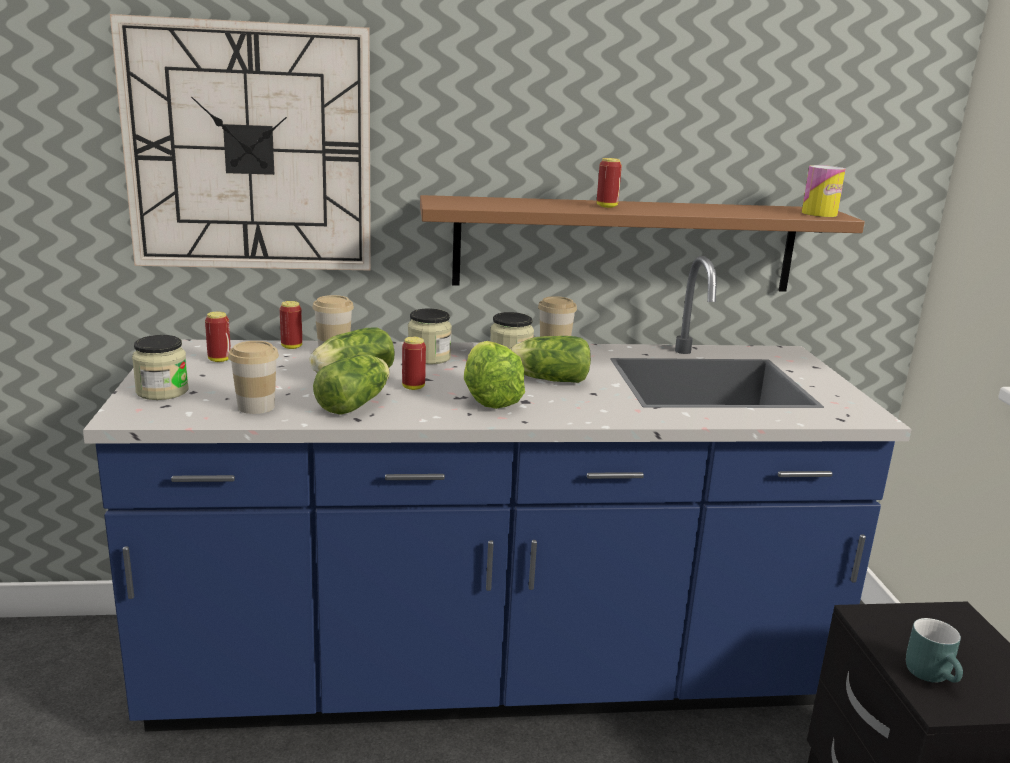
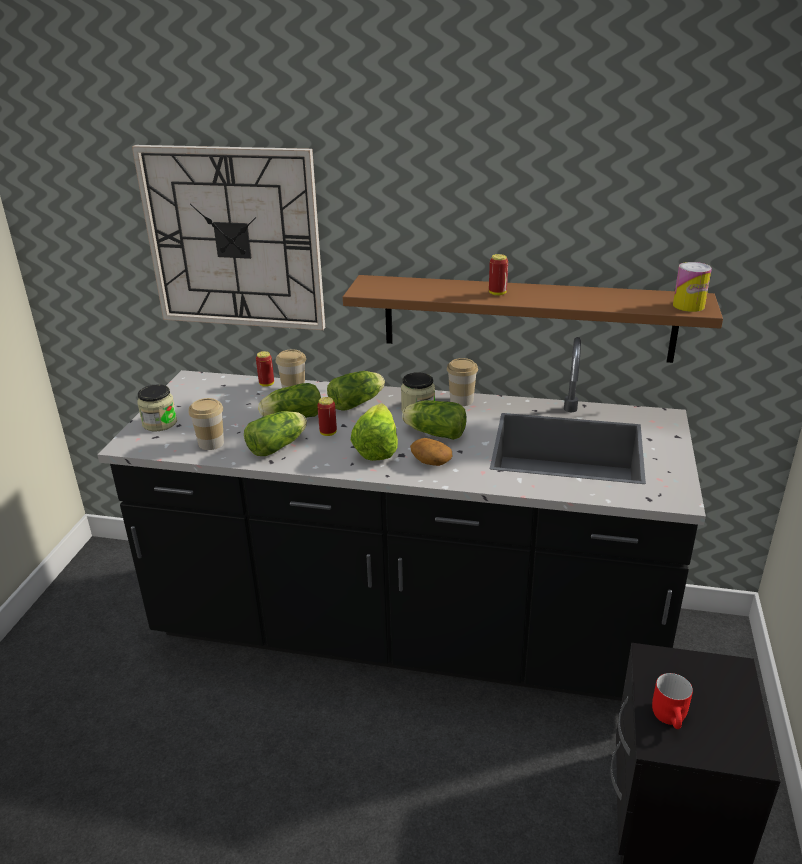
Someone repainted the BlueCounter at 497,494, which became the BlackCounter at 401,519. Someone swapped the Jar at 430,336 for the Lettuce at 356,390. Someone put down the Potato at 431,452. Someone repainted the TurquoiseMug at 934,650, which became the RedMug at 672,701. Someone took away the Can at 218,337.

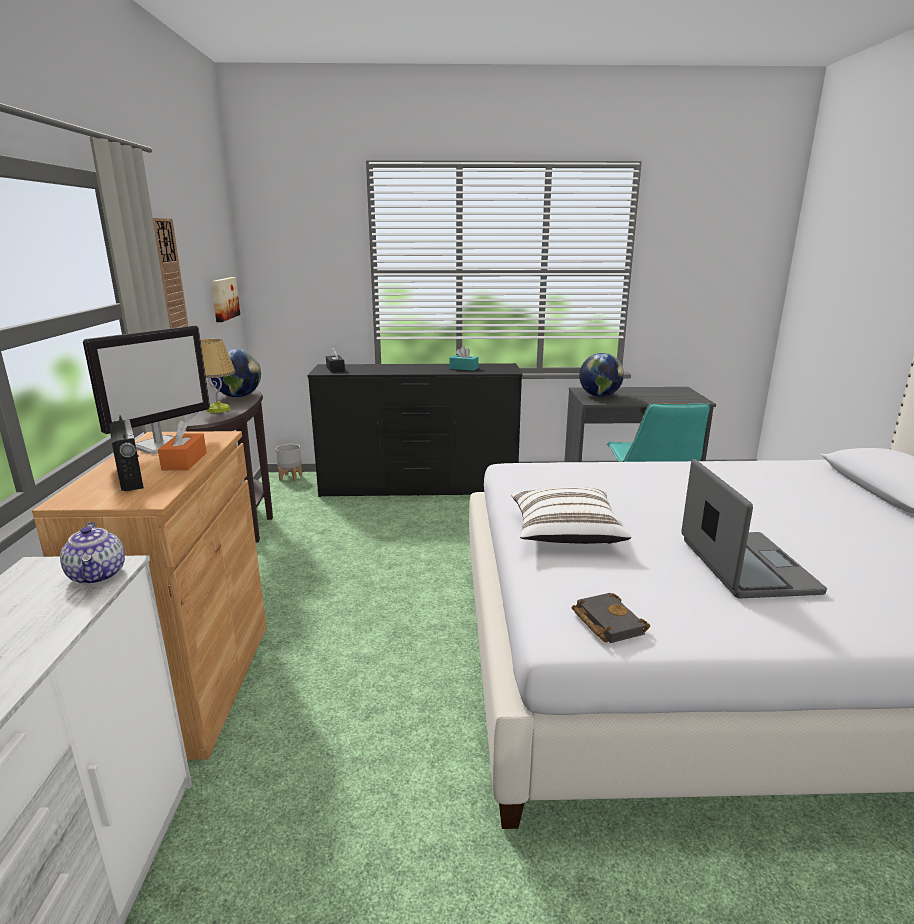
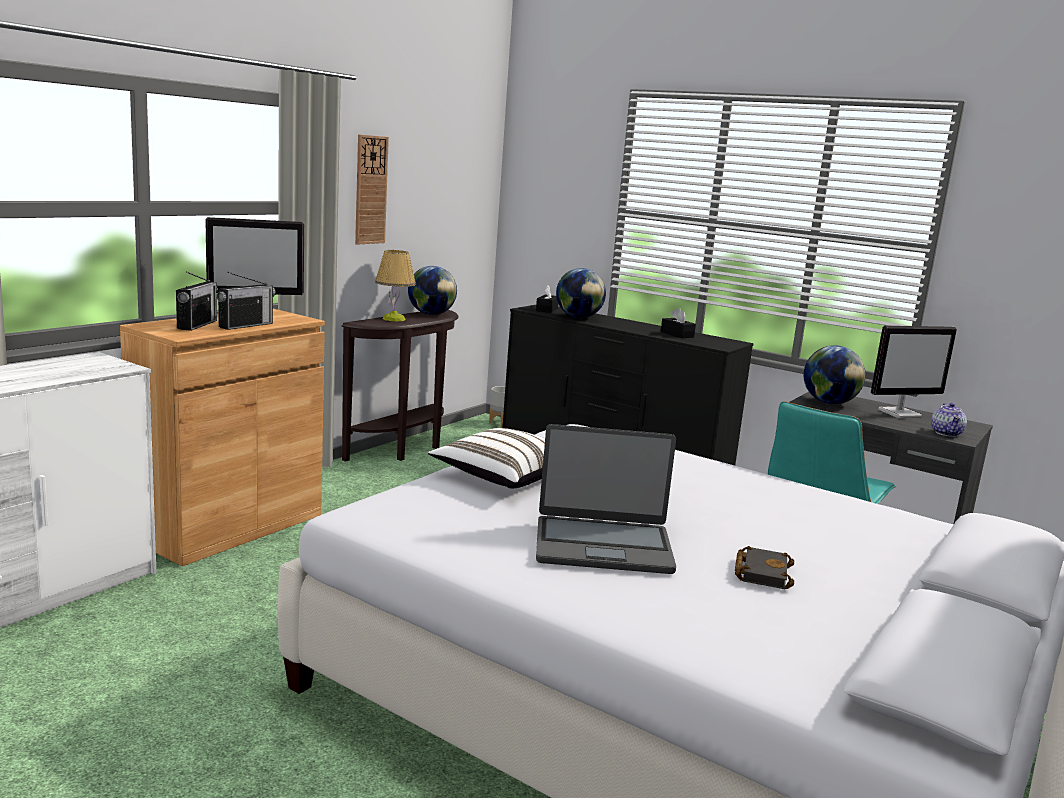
Someone swapped the OrangeTissueBox at 182,445 for the Radio at 246,301. Someone rotated the Laptop at 754,529 by 60 degrees clockwise. Someone put down the Globe at 581,293. Someone repainted the TurquoiseTissueBox at 463,358, which became the BlackTissueBox at 678,323. Someone carried the BlackBook from 611,618 to 764,567. Someone put down the Monitor at 914,372. Someone carried the Teapot from 92,553 to 949,420. Someone took away the Picture at 225,299.

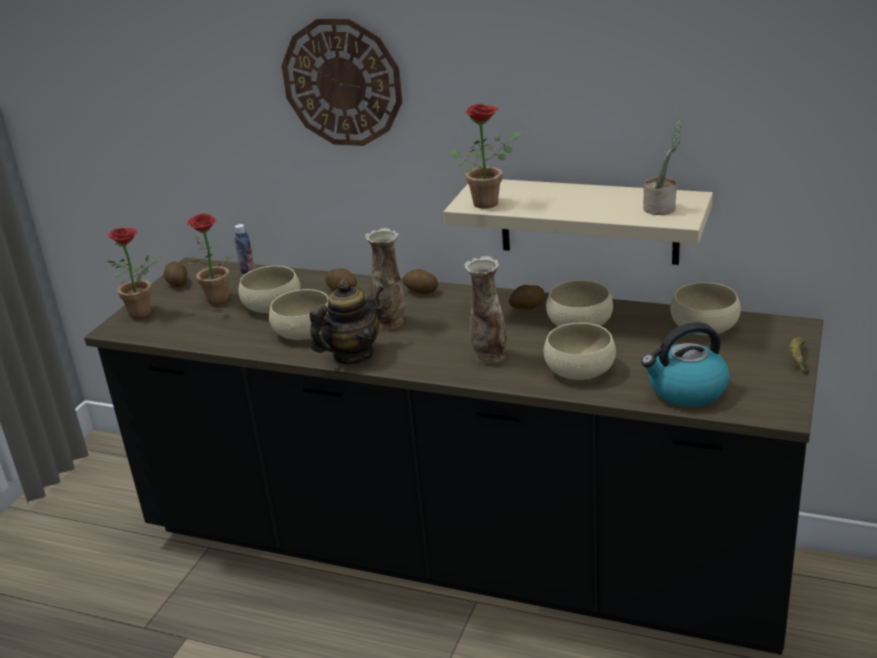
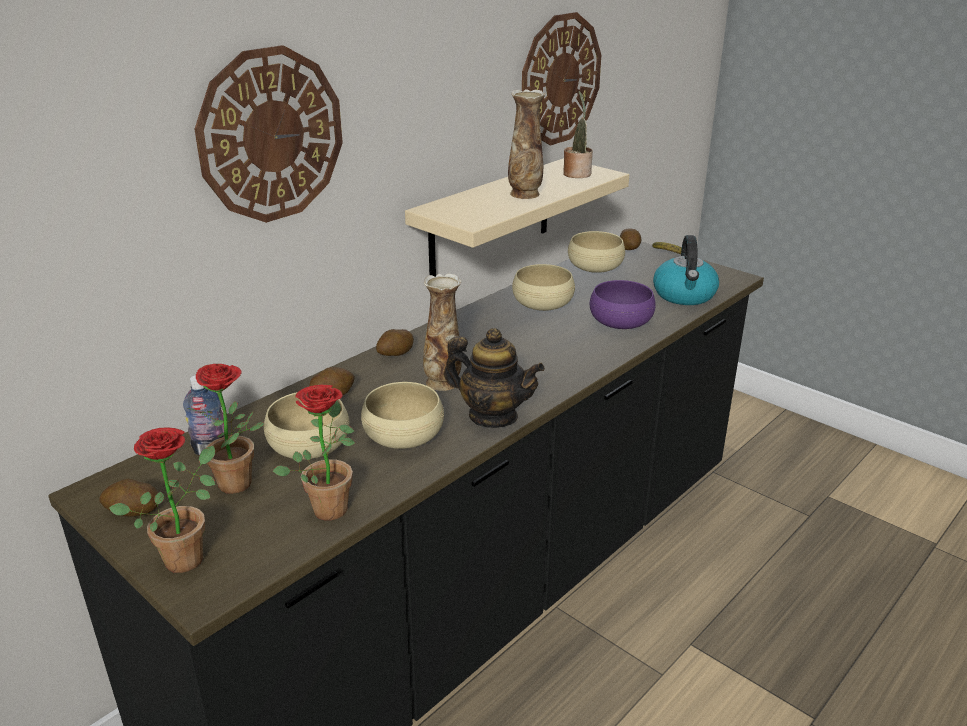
Someone carried the PottedPlant from 486,156 to 313,452. Someone rotated the Teapot at 347,321 by 135 degrees clockwise. Someone carried the Vase from 486,310 to 526,144. Someone put up the WallClock at 561,78. Someone repainted the BeigeBowl at 580,351, which became the PurpleBowl at 623,304. Someone carried the Potato from 527,297 to 631,239.

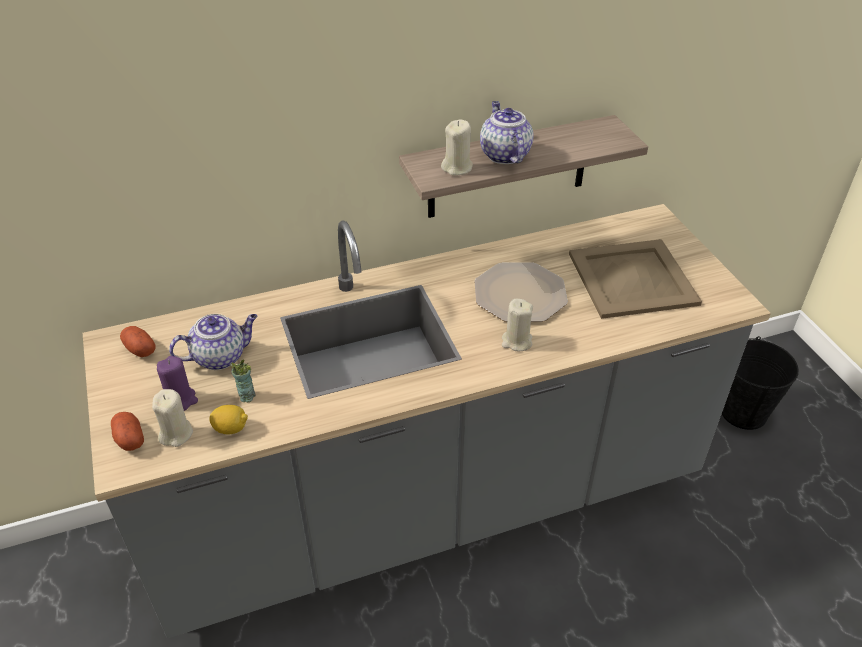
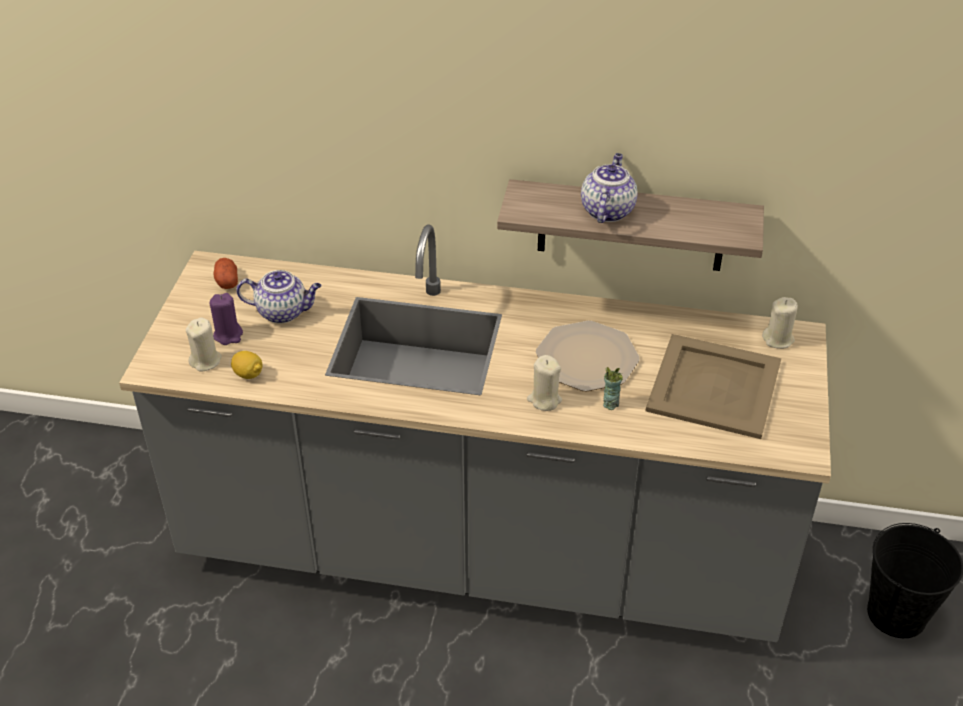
Someone carried the Cup from 243,381 to 613,388. Someone carried the BeigeCandle from 457,147 to 780,323. Someone took away the Potato at 127,431.

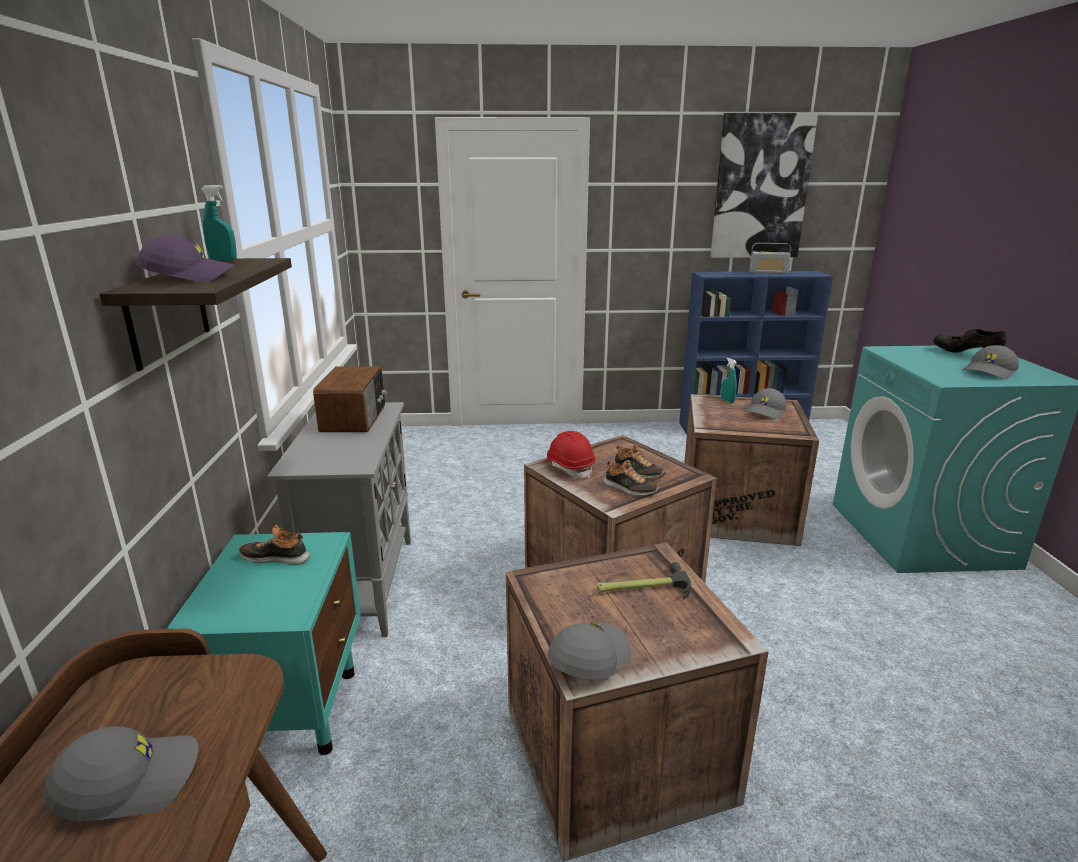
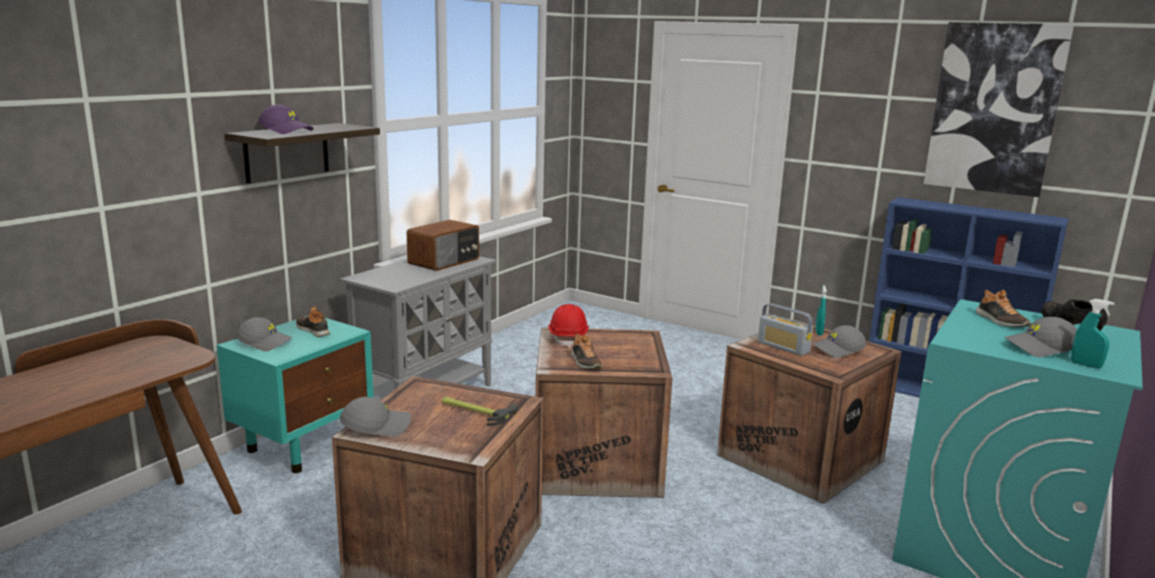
Someone carried the GreyCap from 120,773 to 264,334. Someone carried the Radio from 770,258 to 785,329. Someone carried the Shoe from 639,462 to 1003,308. Someone carried the TurquoiseSprayBottle from 219,223 to 1093,333.

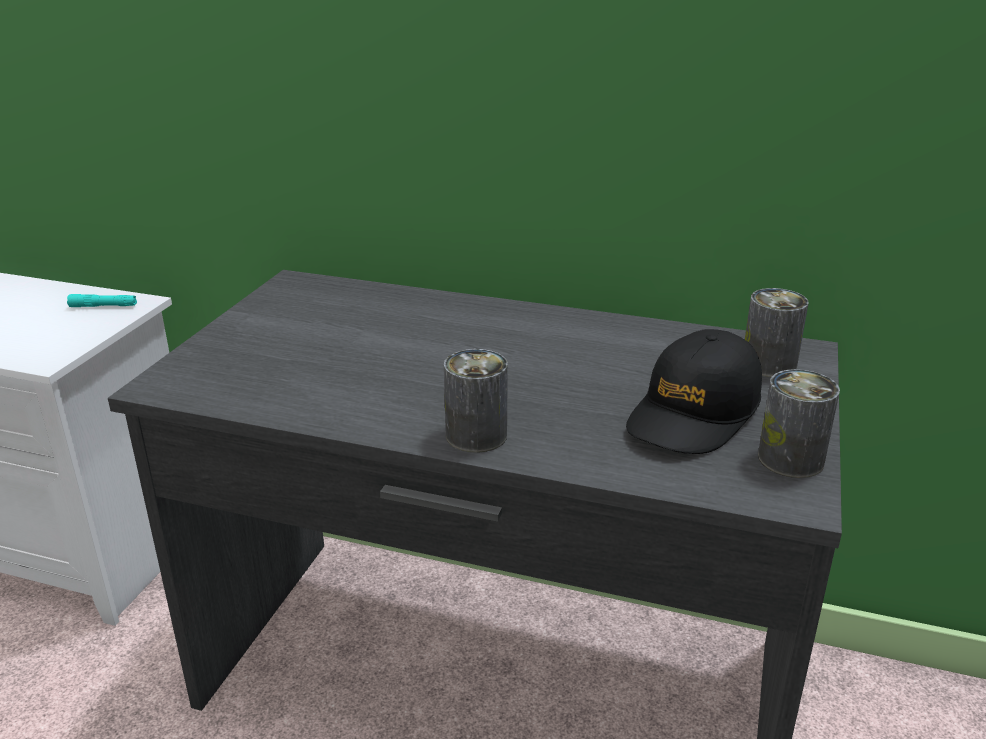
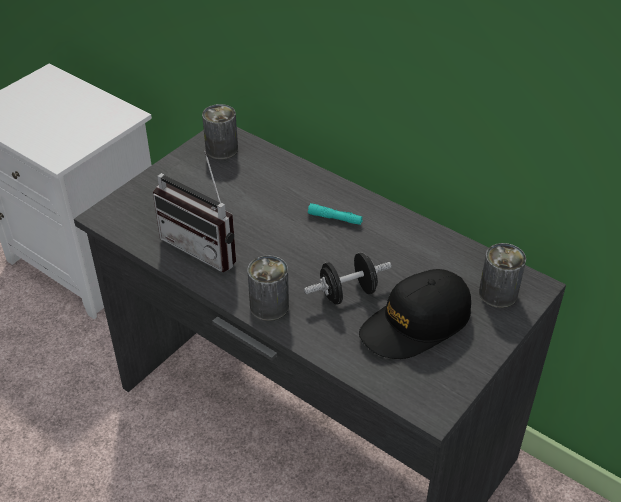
Someone put down the Radio at 194,211. Someone carried the Can from 799,423 to 220,131. Someone put down the BlackDumbbell at 348,279. Someone carried the TurquoiseFlashlight from 102,300 to 335,214.

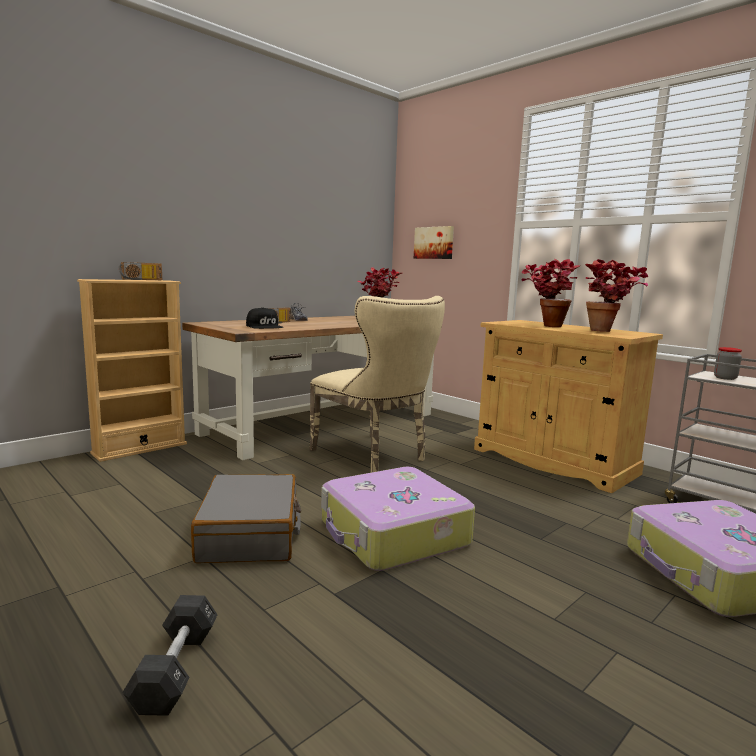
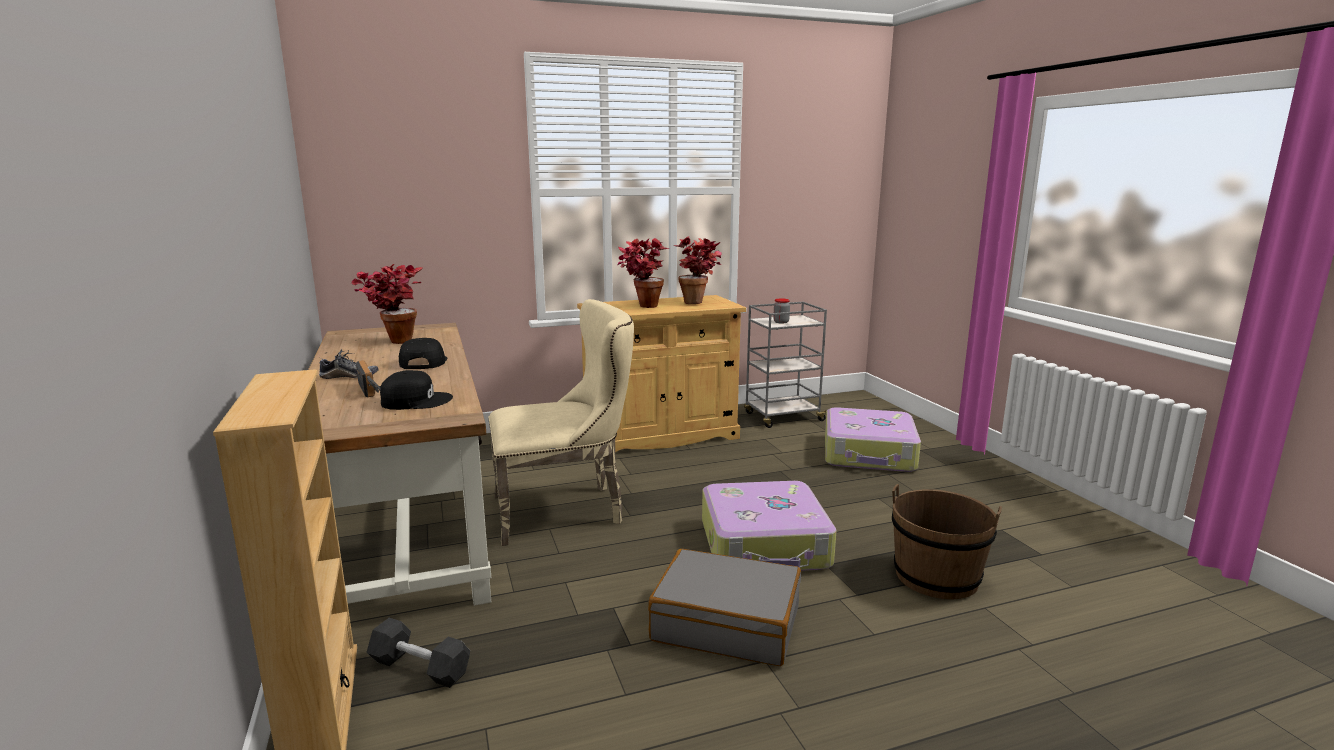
Someone carried the BlackDumbbell from 170,655 to 418,653. Someone put down the BlackCap at 423,353. Someone put down the BrownBucket at 947,542. Someone took away the Radio at 140,271. Someone took away the Picture at 434,242.

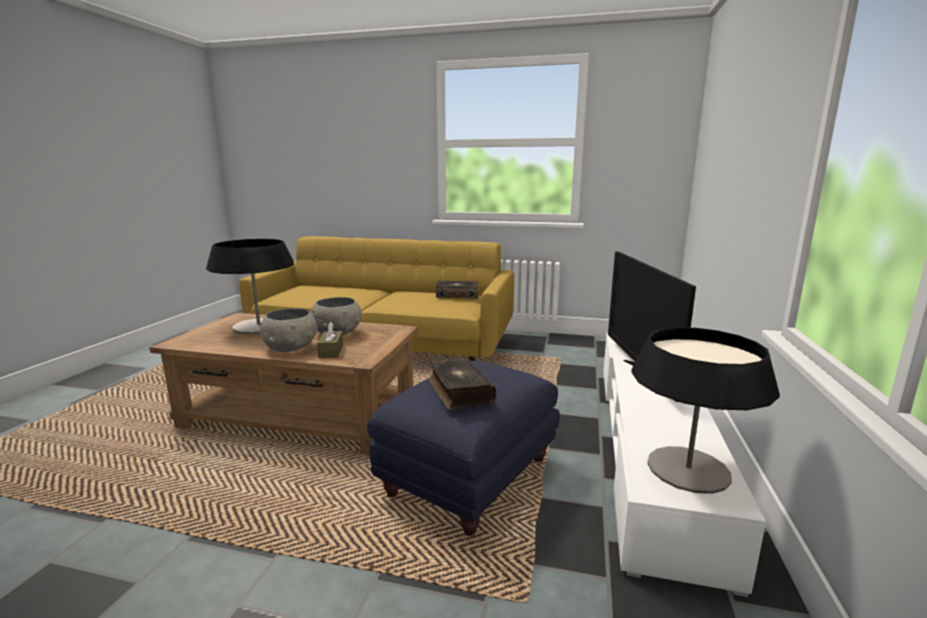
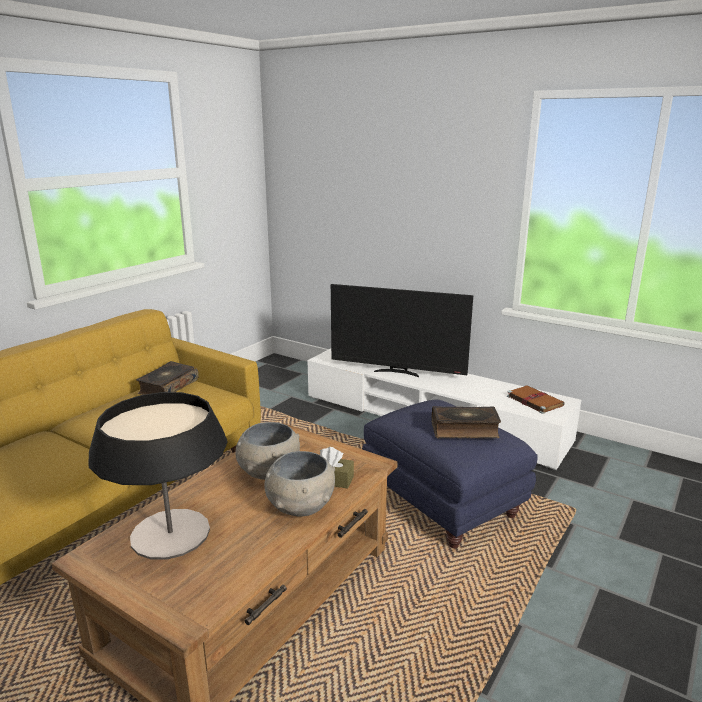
Someone swapped the TableLamp at 705,410 for the BrownBook at 536,400.

